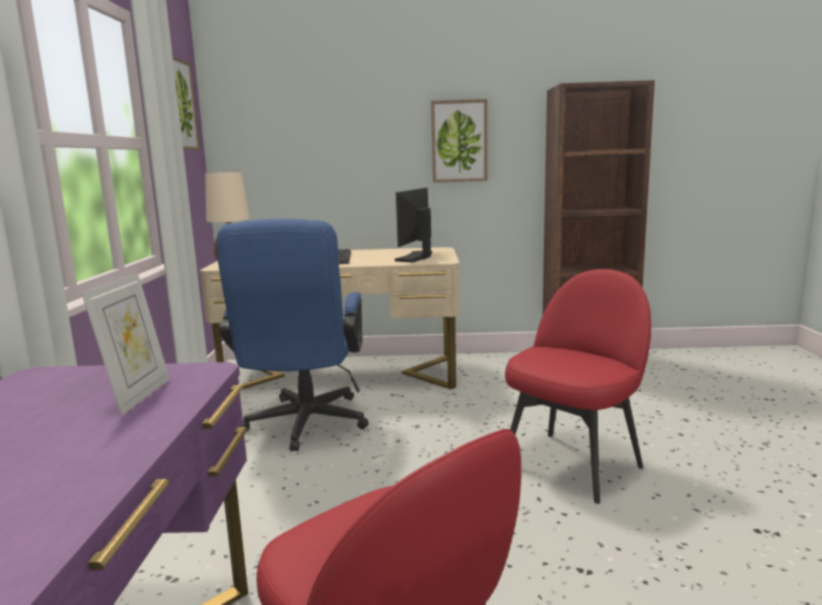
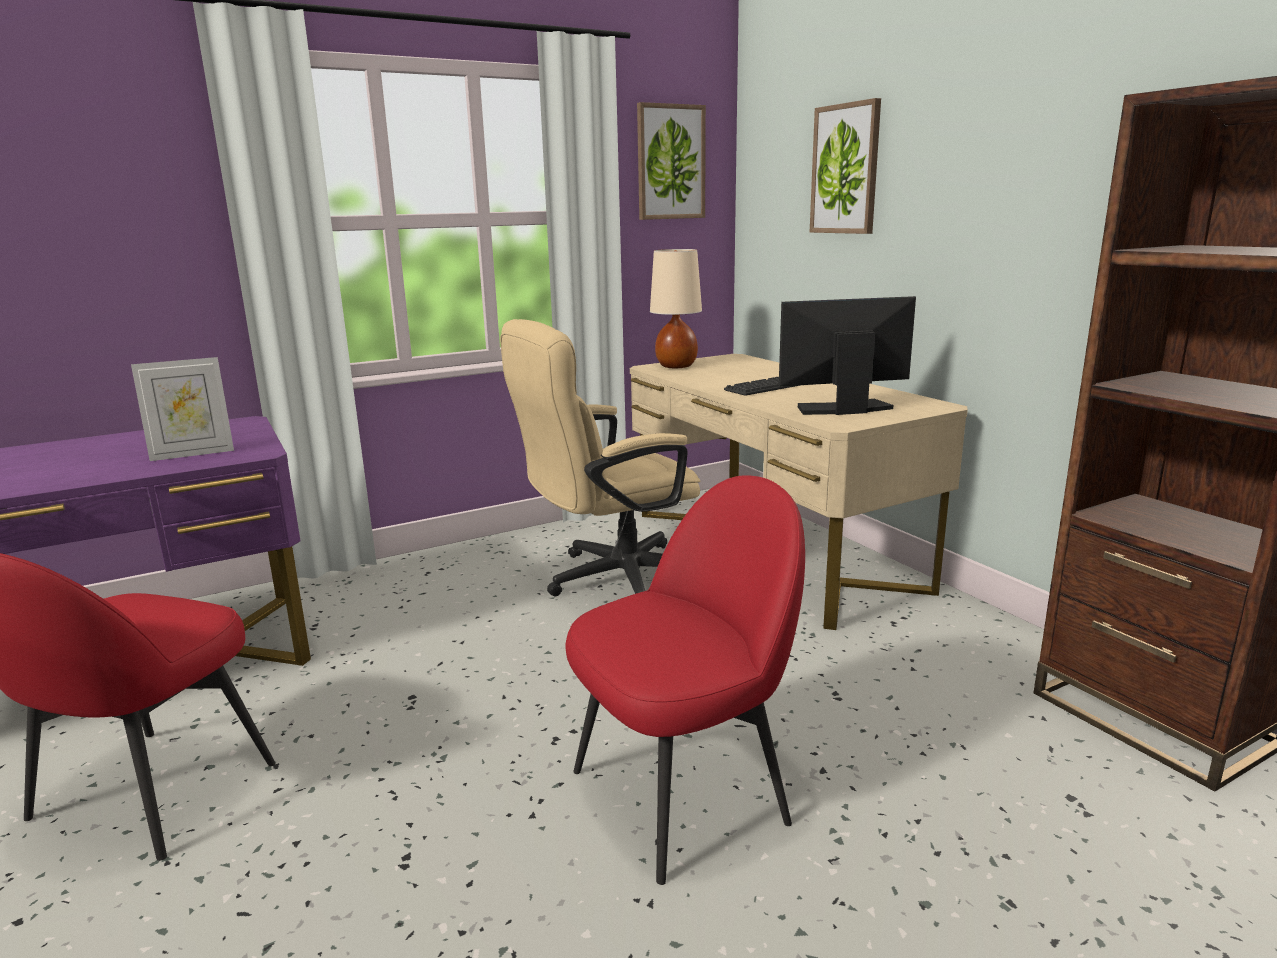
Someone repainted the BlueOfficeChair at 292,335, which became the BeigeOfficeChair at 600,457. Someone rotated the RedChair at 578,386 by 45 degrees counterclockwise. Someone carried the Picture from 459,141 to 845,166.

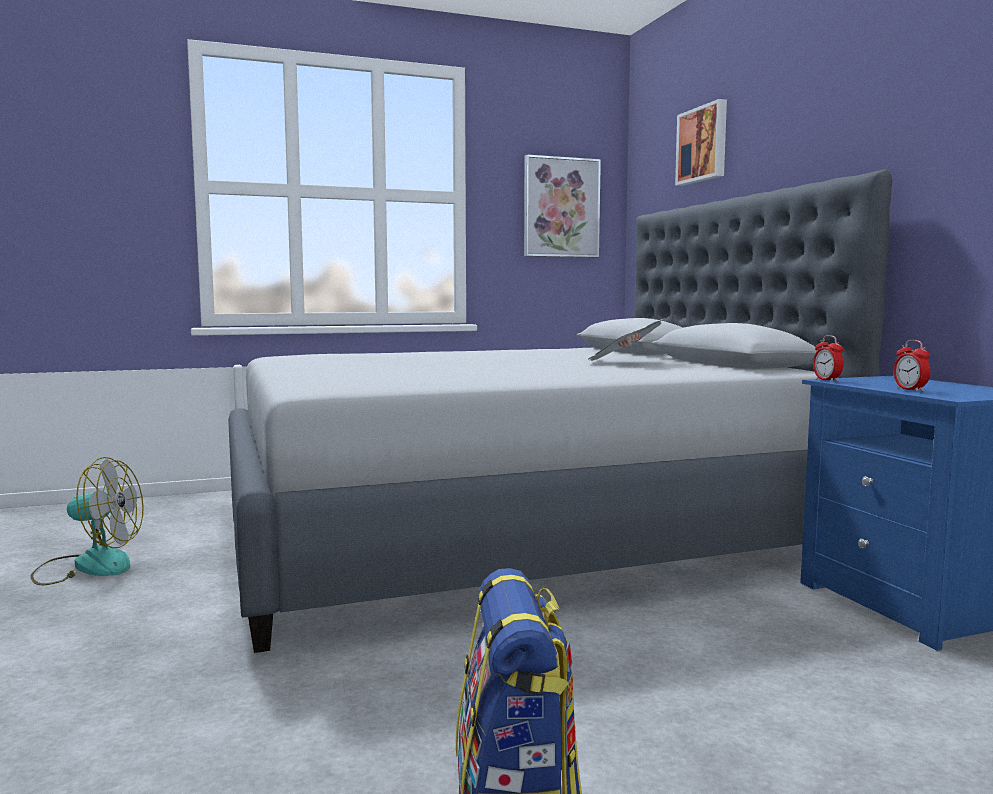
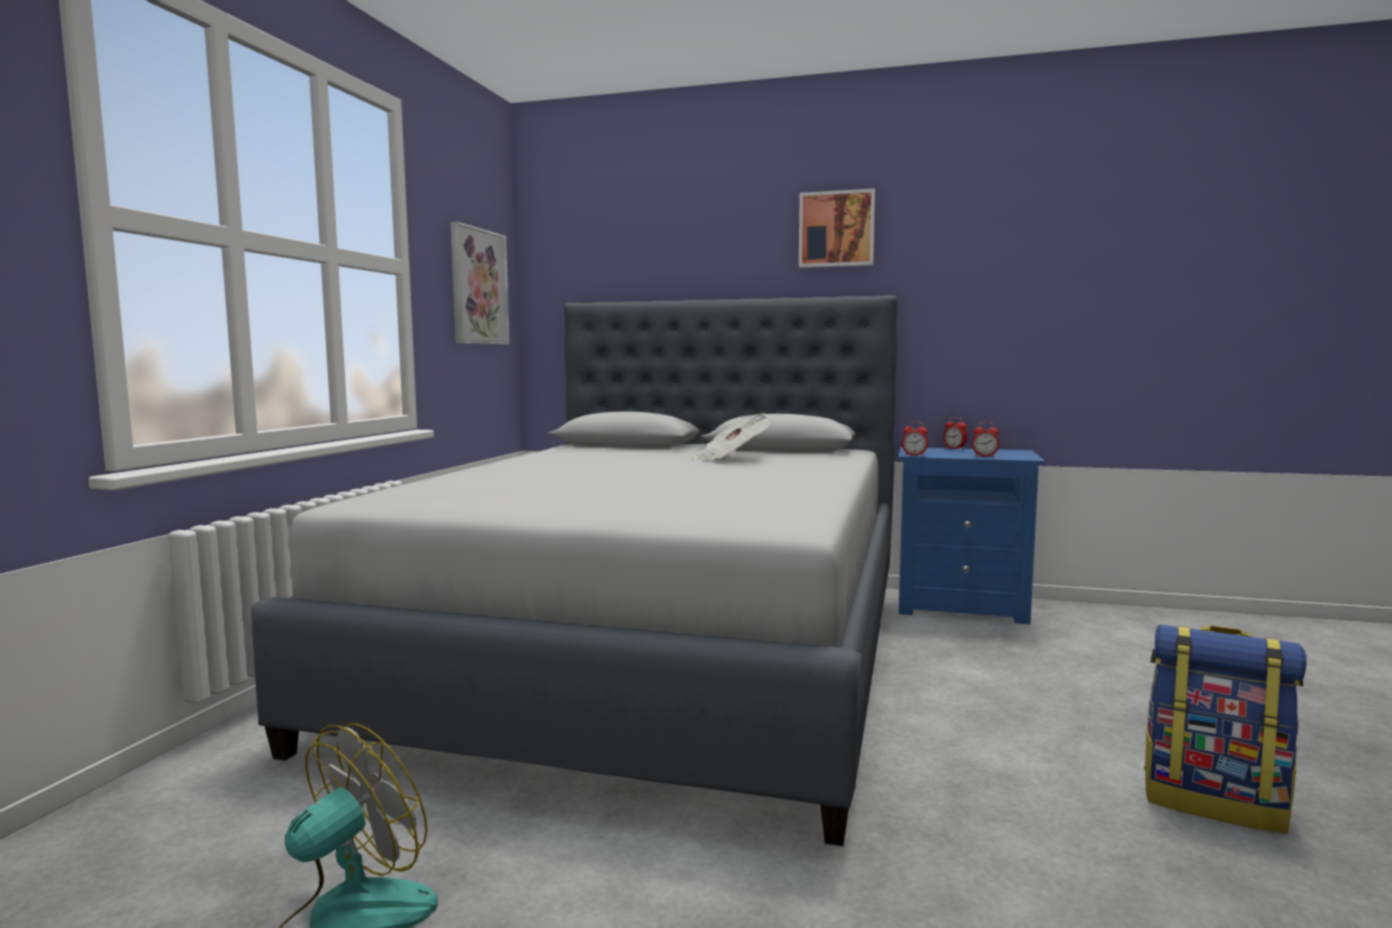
Someone carried the Picture from 701,142 to 837,228. Someone put down the AlarmClock at 955,433.

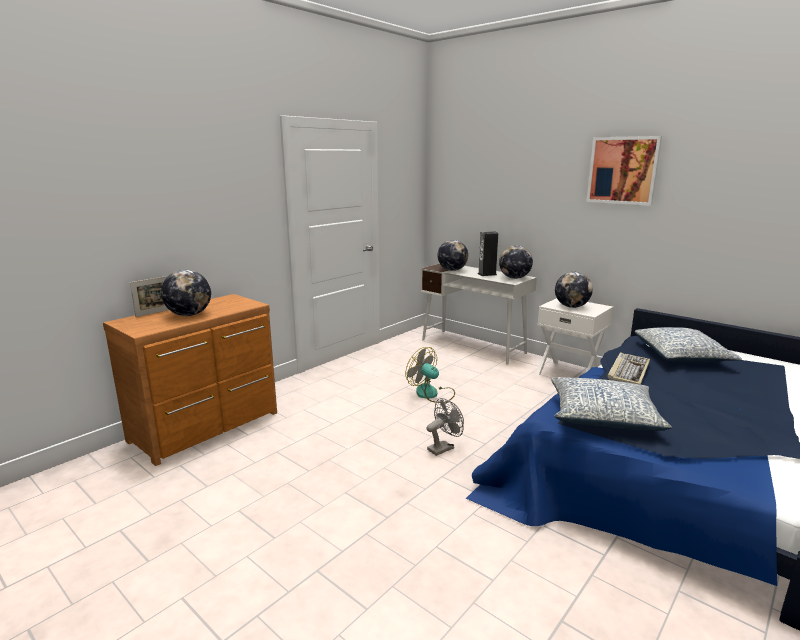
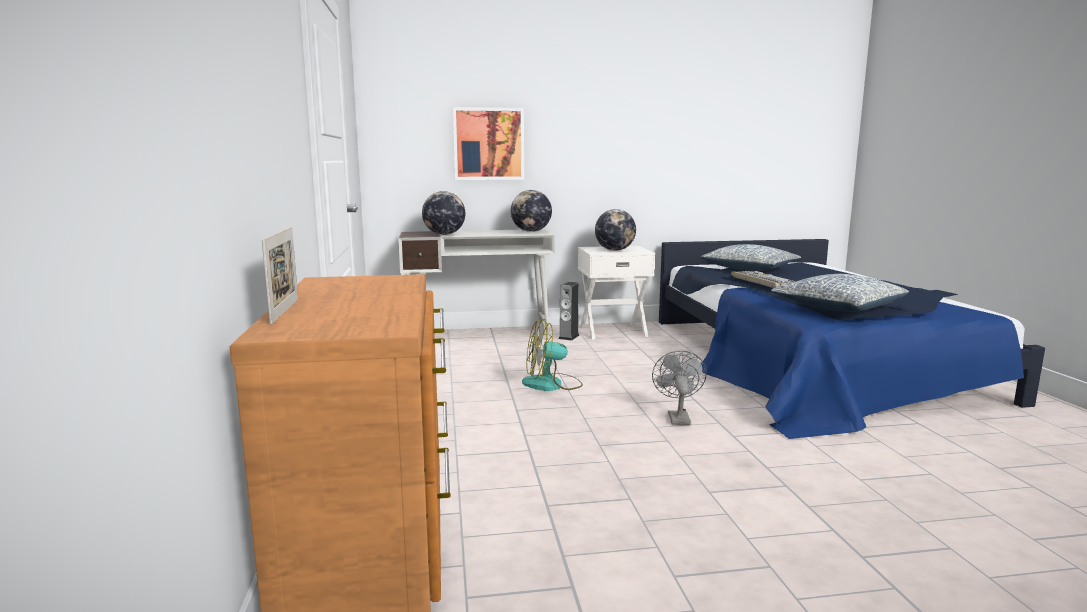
Someone carried the Picture from 624,171 to 488,143. Someone carried the Speaker from 488,253 to 569,311. Someone took away the Globe at 186,292.

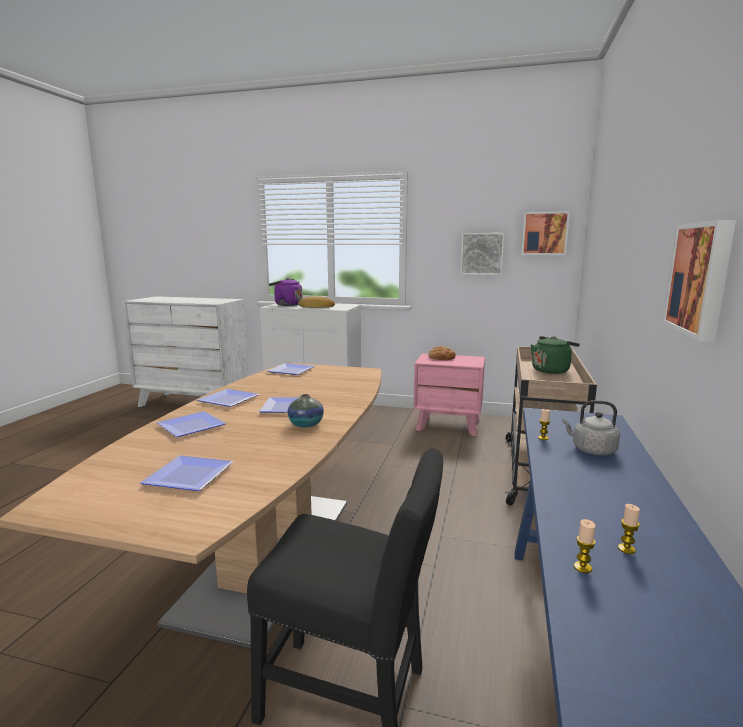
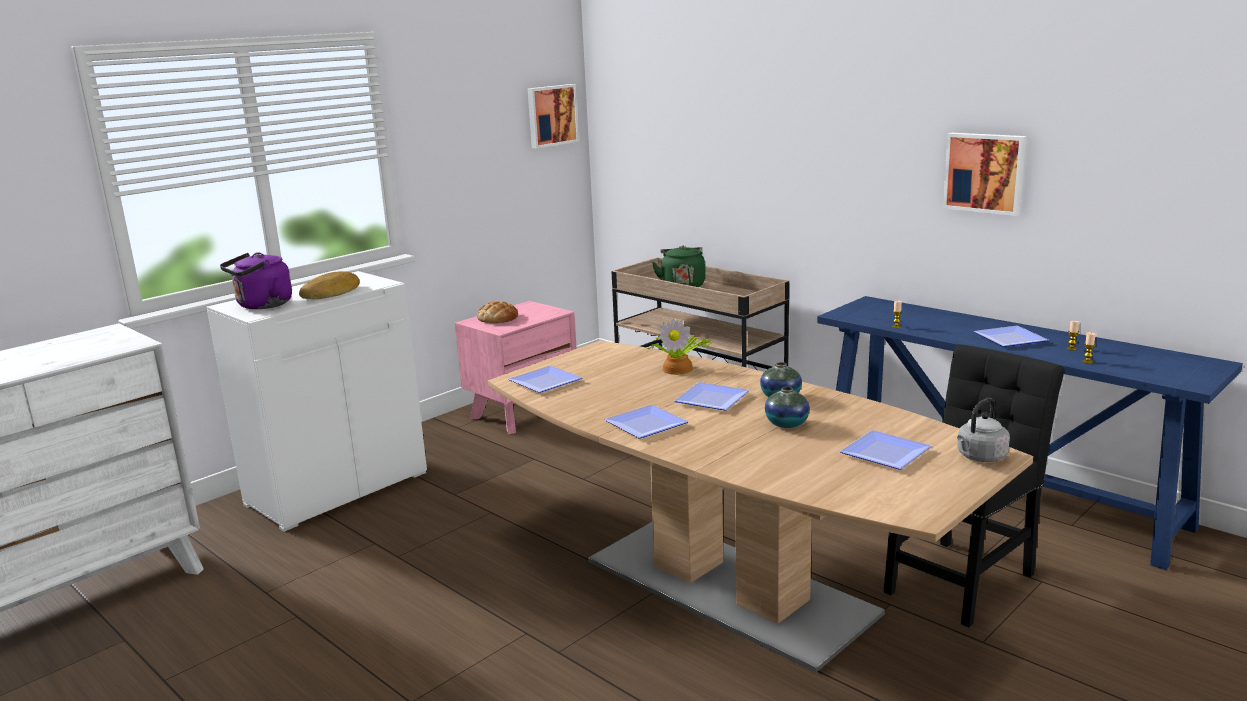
Someone put down the PottedPlant at 679,346. Someone put down the Vase at 787,407. Someone carried the GreyKettle from 591,427 to 983,430. Someone carried the Plate from 191,424 to 1010,336. Someone took away the Picture at 482,254.

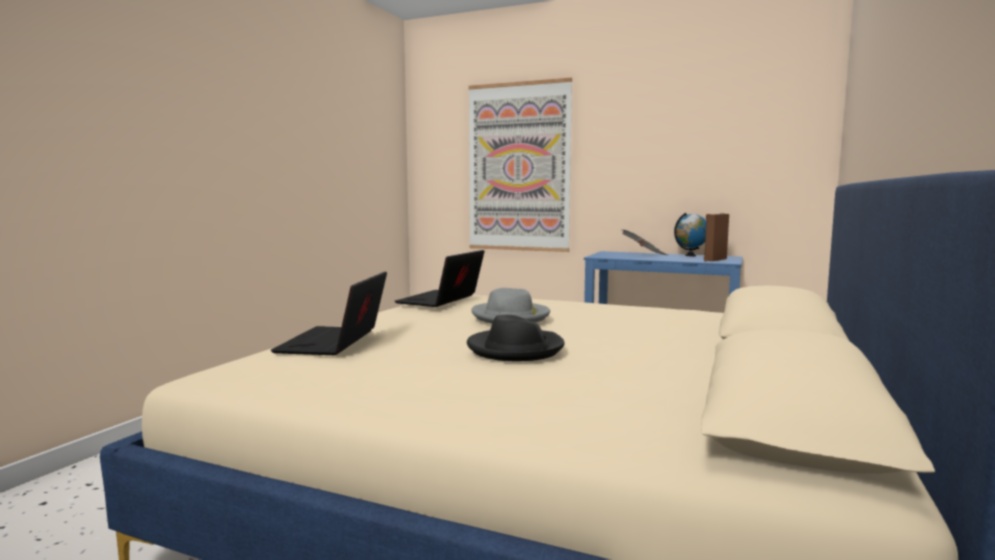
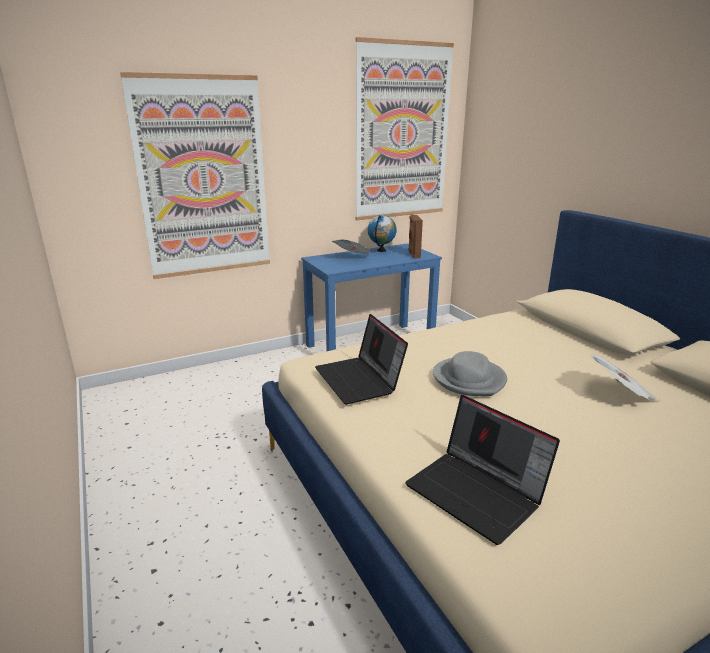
Someone put up the Picture at 404,128. Someone put down the Newspaper at 625,377. Someone took away the BlackHat at 515,338.

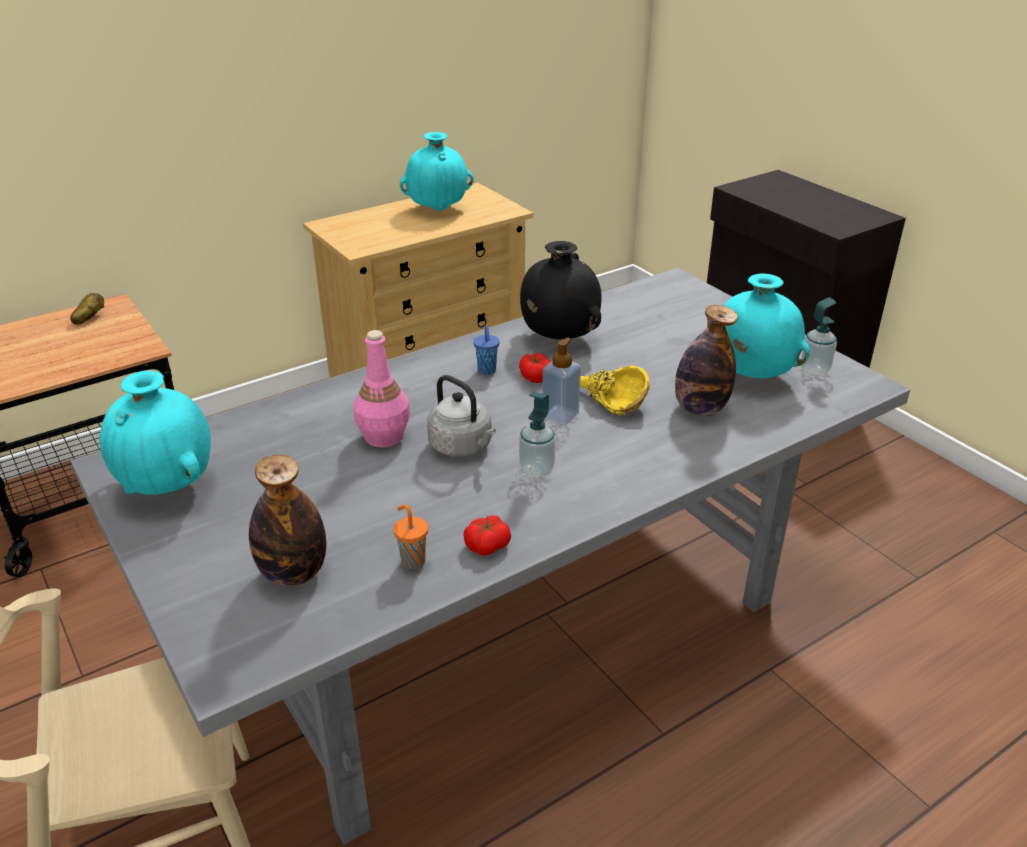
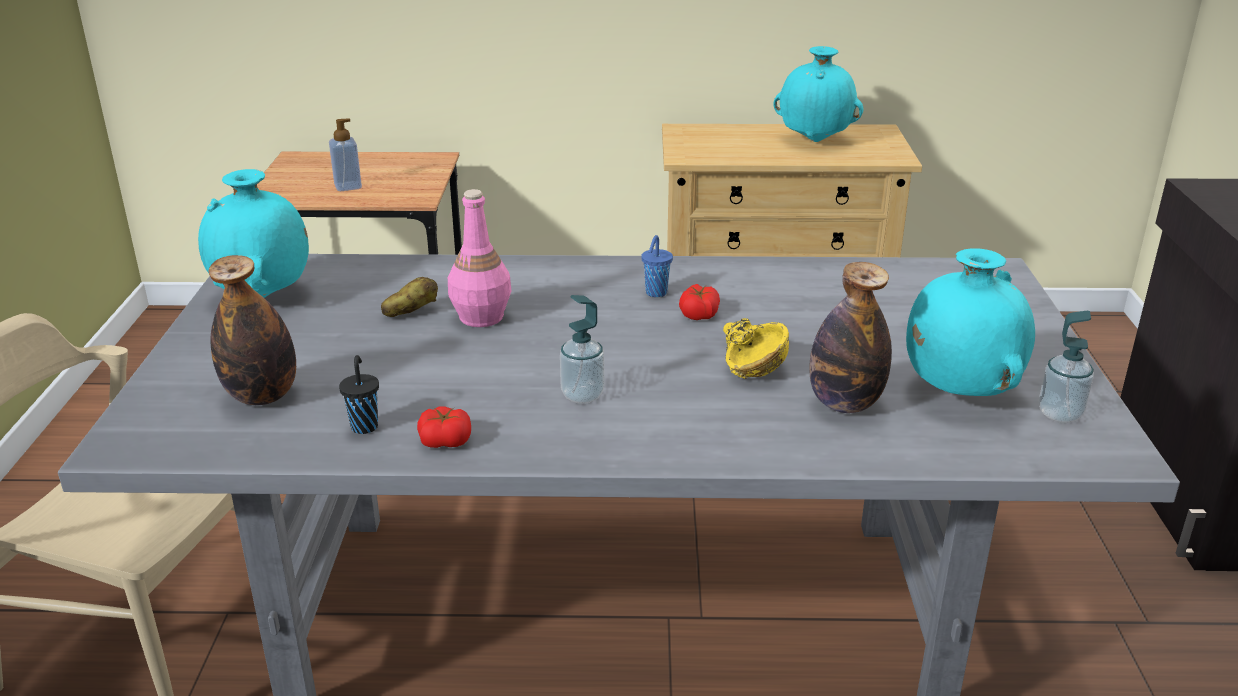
Someone carried the SoapDispenser from 561,381 to 345,154. Someone repainted the OrangeCup at 410,536, which became the BlackCup at 359,394. Someone carried the Potato from 87,309 to 409,297. Someone took away the GreyKettle at 461,416. Someone took away the BlackVase at 560,290.

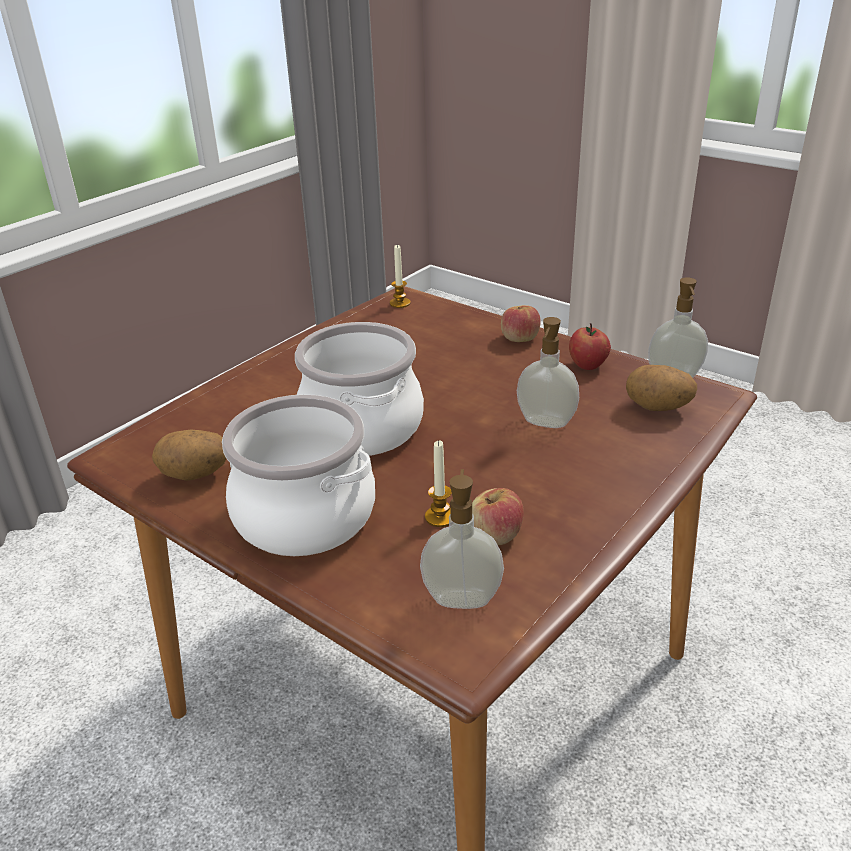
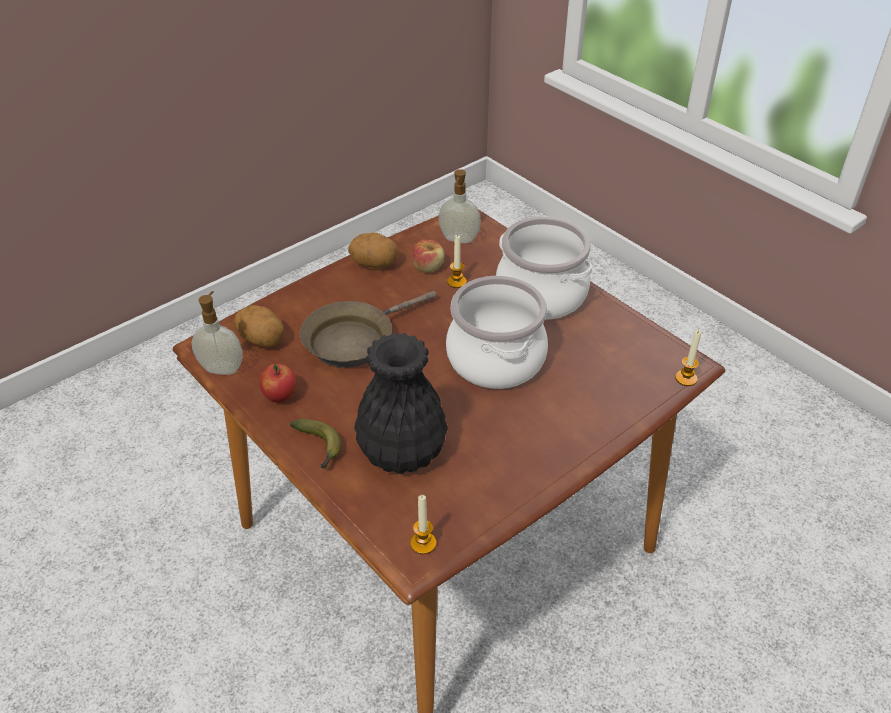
Someone swapped the Apple at 521,323 for the Banana at 316,444. Someone swapped the SoapDispenser at 548,372 for the BrownFryingPan at 368,329. Someone carried the Potato from 189,455 to 373,250. Someone put down the BlackVase at 401,403. Someone put down the Candle at 688,357.

